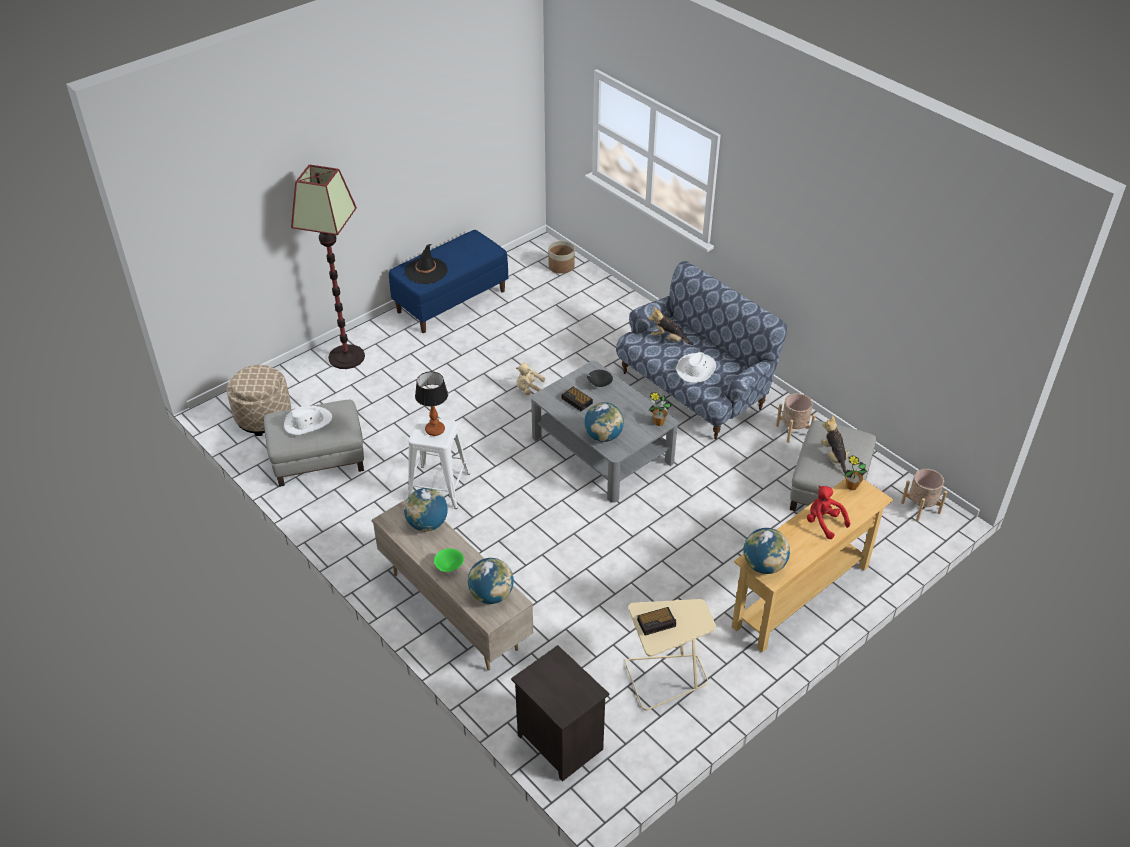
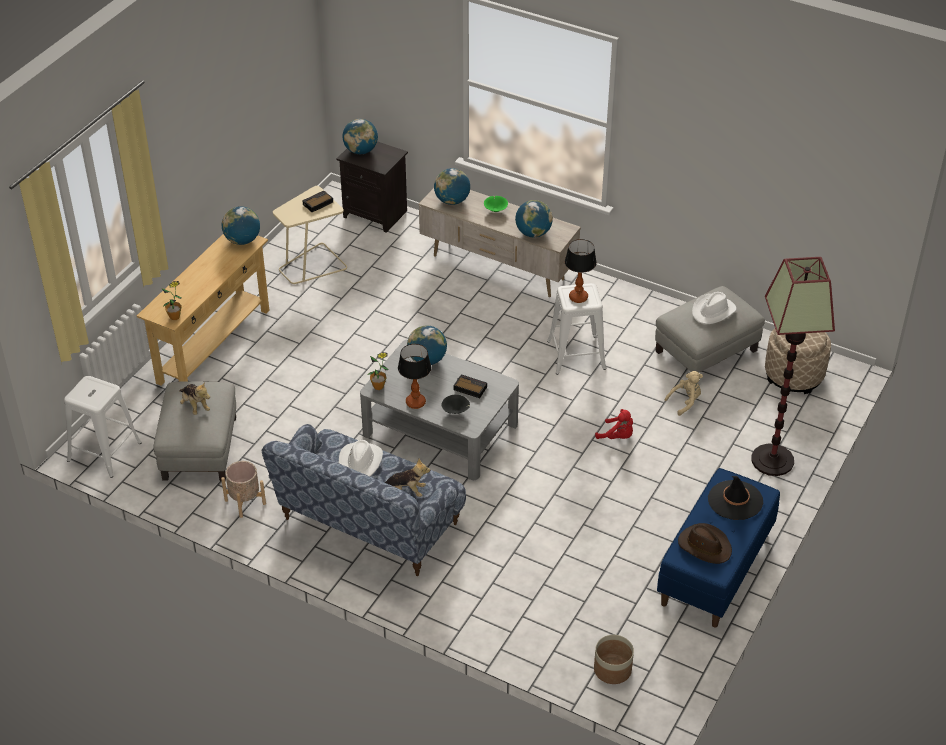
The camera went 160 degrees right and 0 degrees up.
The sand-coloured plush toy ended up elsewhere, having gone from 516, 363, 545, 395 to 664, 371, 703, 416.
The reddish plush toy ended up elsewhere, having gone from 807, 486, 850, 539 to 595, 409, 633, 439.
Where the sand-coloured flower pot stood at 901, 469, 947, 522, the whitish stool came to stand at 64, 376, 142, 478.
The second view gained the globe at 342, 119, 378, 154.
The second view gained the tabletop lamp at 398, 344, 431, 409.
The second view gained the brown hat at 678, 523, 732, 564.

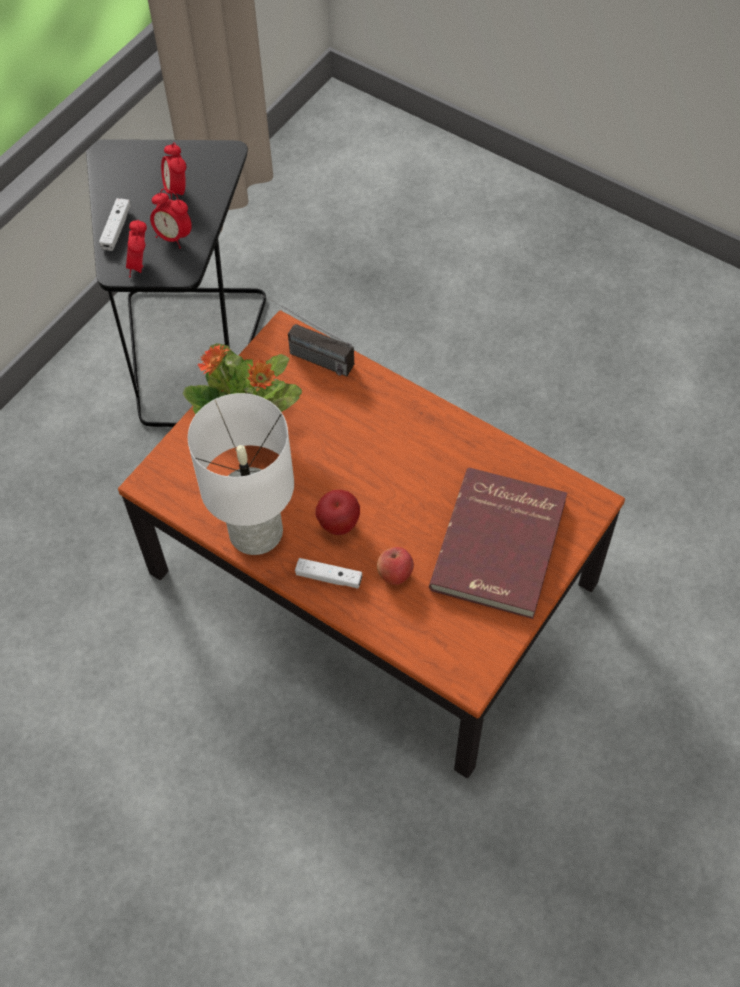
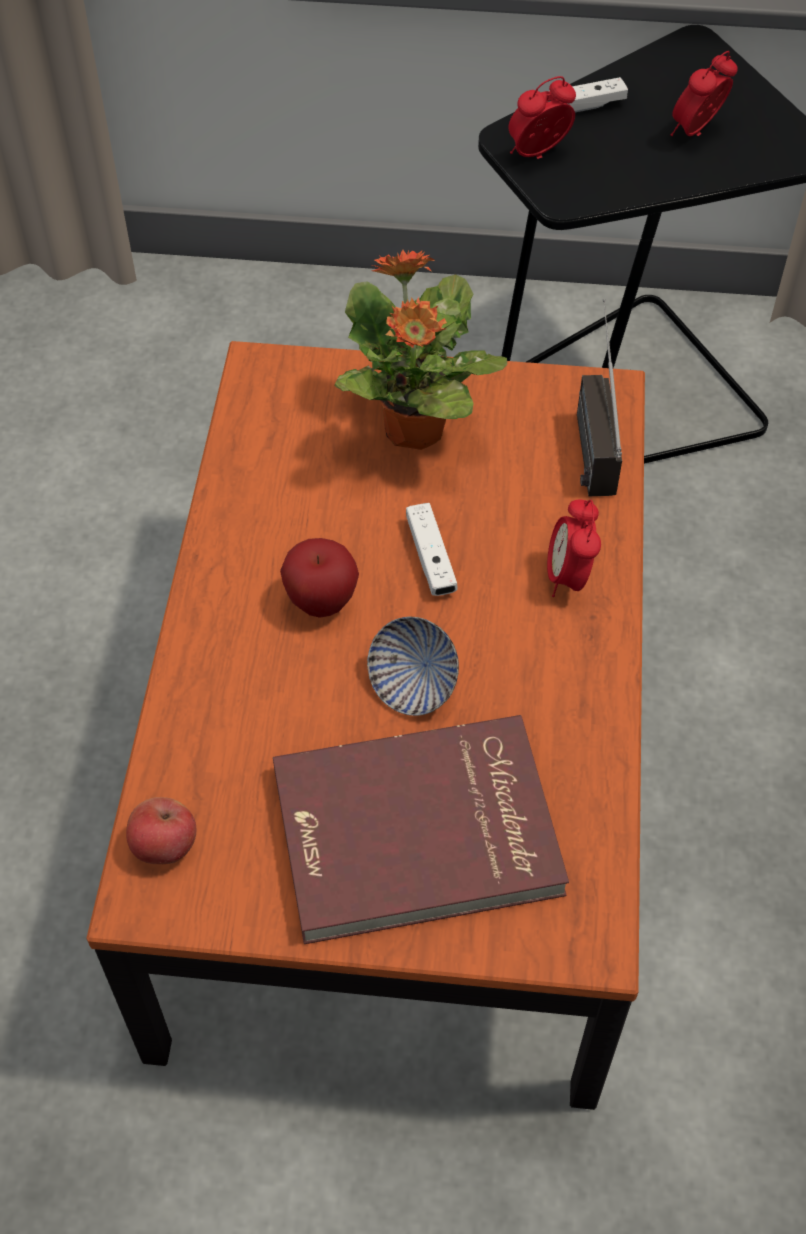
The camera went 60 degrees right and 5 degrees down.
The bedside clock ended up elsewhere, having gone from 150, 189, 192, 248 to 547, 500, 601, 597.
The second view lost the whitish tabletop lamp at 188, 393, 294, 555.
The whitish game controller ended up elsewhere, having gone from 295, 558, 362, 589 to 406, 503, 458, 596.
The apple ended up elsewhere, having gone from 377, 547, 414, 585 to 126, 797, 196, 864.
The second view gained the bowl at 367, 616, 459, 716.

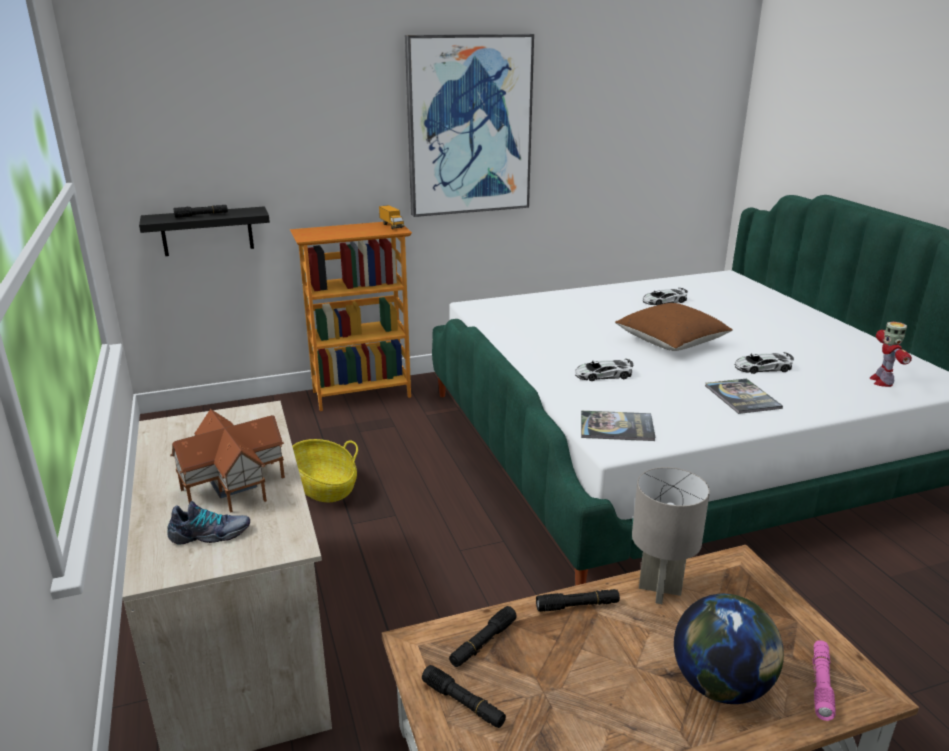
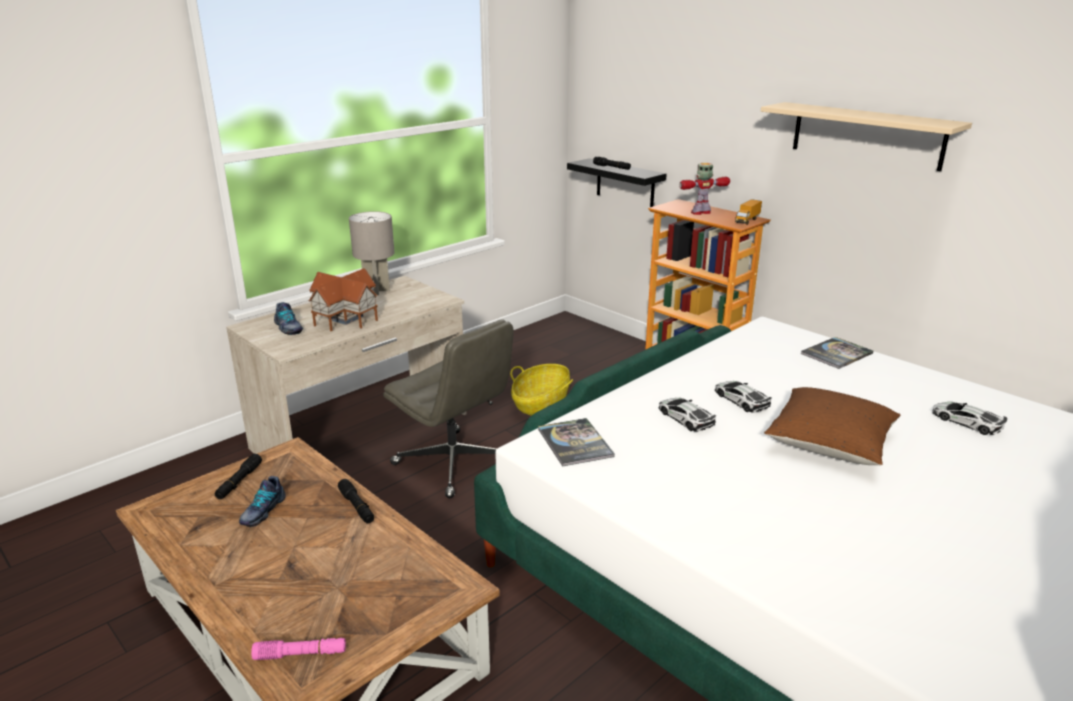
The camera went 65 degrees right and 0 degrees up.
Where the wall picture hung at 405, 34, 534, 217, the sand-coloured shelf came to hang at 761, 102, 972, 171.
The second view lost the blackish hand torch at 449, 606, 517, 667.
The gray tabletop lamp ended up elsewhere, having gone from 632, 467, 710, 604 to 349, 211, 395, 295.
The second view lost the globe at 674, 594, 784, 704.
The volume ended up elsewhere, having gone from 705, 378, 783, 414 to 801, 337, 873, 369.
The toy car ended up elsewhere, having gone from 735, 352, 794, 374 to 715, 381, 772, 413.
The toy robot ended up elsewhere, having gone from 869, 322, 912, 387 to 679, 163, 730, 215.
The second view gained the low shoe at 239, 476, 286, 527.
The second view gained the gray computer chair at 383, 320, 514, 498.

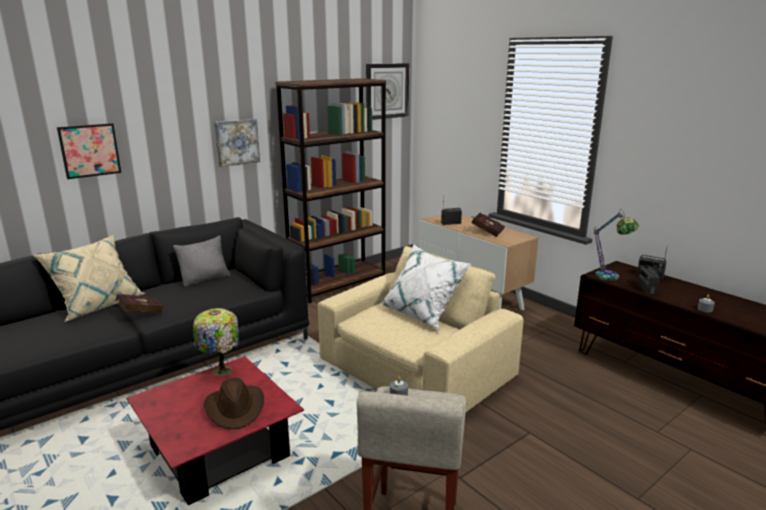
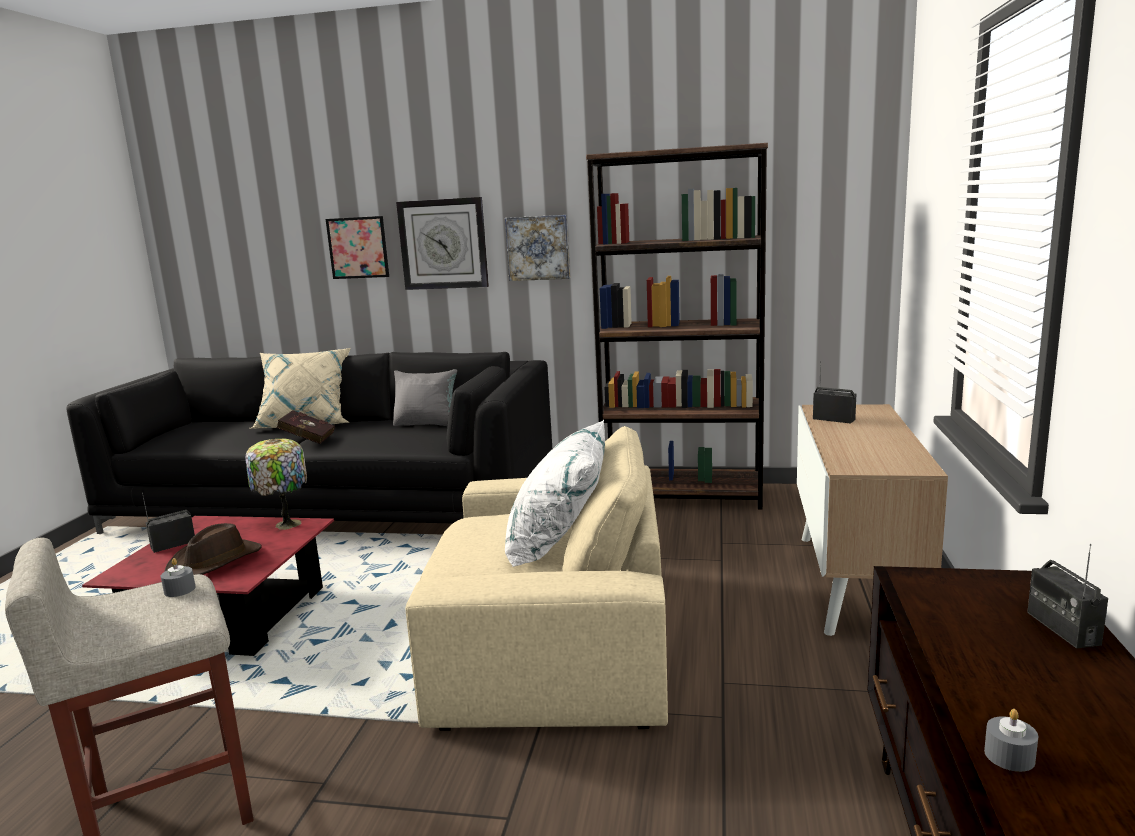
The camera went 50 degrees right and 5 degrees down.
The hanging clock ended up elsewhere, having gone from 366, 63, 409, 120 to 396, 197, 489, 290.
The second view lost the reddish volume at 471, 213, 505, 237.
The second view lost the tabletop lamp at 594, 209, 639, 281.
The radio receiver ended up elsewhere, having gone from 638, 257, 660, 294 to 142, 493, 195, 553.

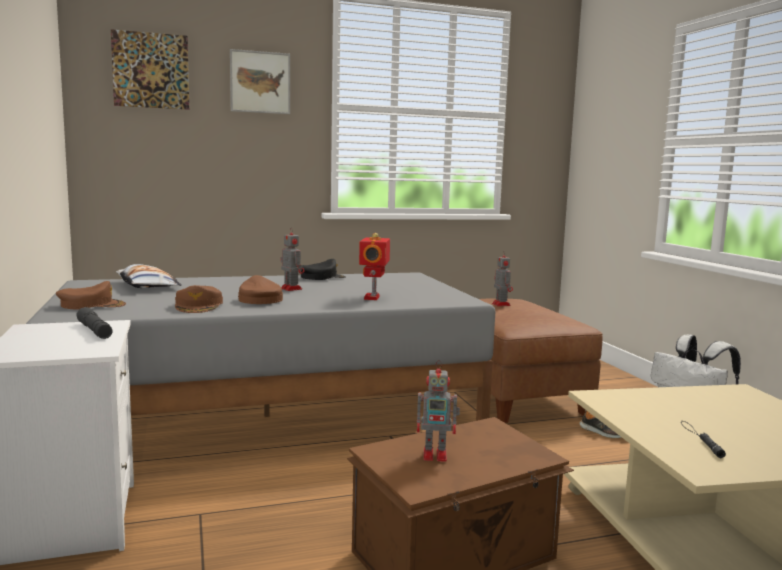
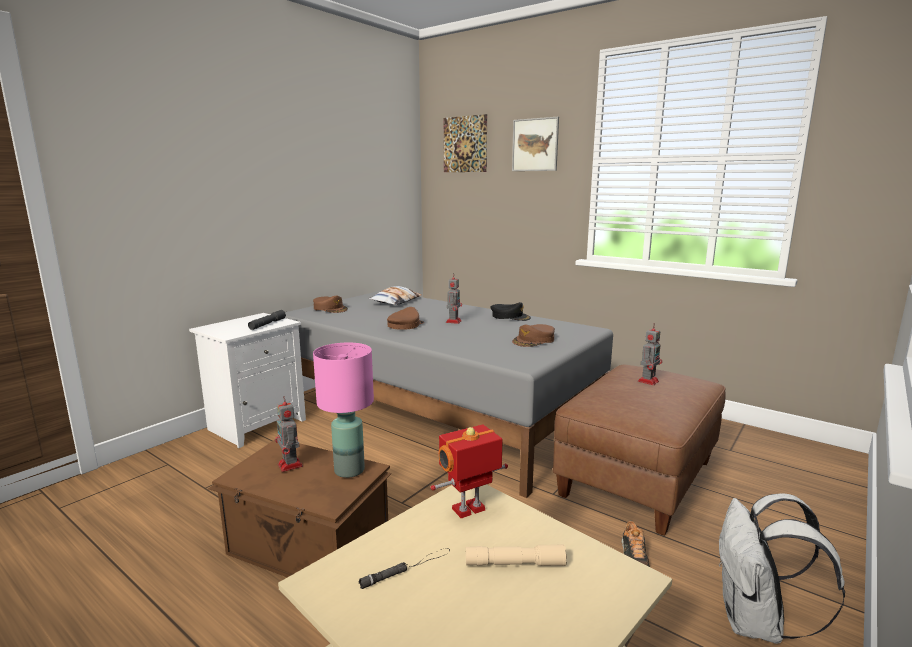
The camera went 55 degrees right and 5 degrees up.
The brown peaked cap ended up elsewhere, having gone from 175, 285, 223, 313 to 512, 324, 555, 347.
The toy robot ended up elsewhere, having gone from 359, 233, 390, 300 to 431, 424, 508, 518.
The second view gained the pink tabletop lamp at 313, 342, 374, 478.
The second view gained the sand-coloured hand torch at 466, 544, 567, 566.

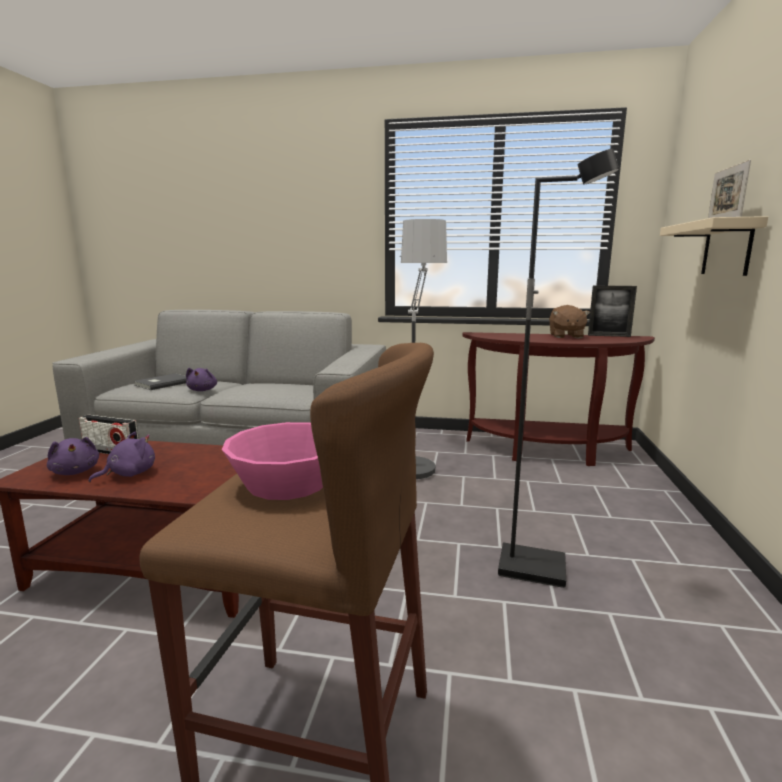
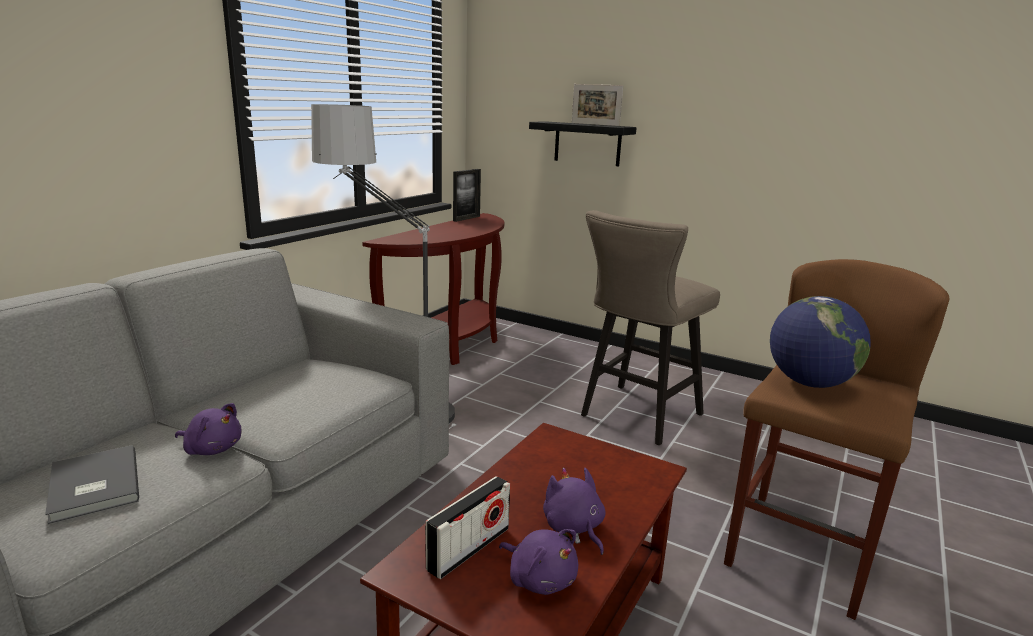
The camera went 70 degrees left and 5 degrees up.
The purplish plush toy at 47, 437, 99, 475 ended up facing another way, 60 degrees clockwise from before.
Where the pink bowl stood at 222, 422, 323, 500, the globe came to stand at 770, 296, 871, 388.
Where the blackish standard lamp stood at 498, 149, 619, 588, the sand-coloured stool came to stand at 581, 210, 720, 445.
The second view lost the brown plush toy at 549, 305, 590, 338.
What was the sand-coloured shelf at 660, 216, 768, 276 turned into the blackish shelf at 529, 121, 637, 167.

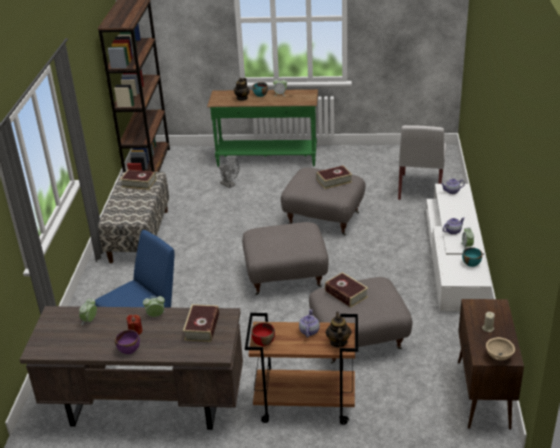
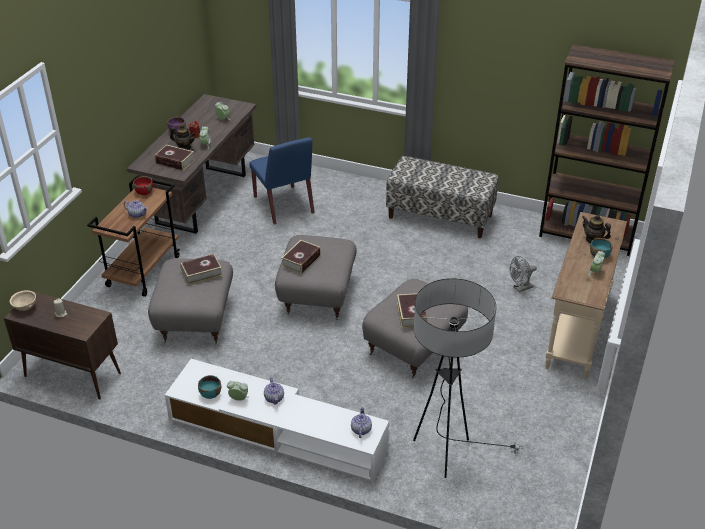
The camera went 105 degrees right and 5 degrees up.
The volume ended up elsewhere, having gone from 120, 170, 156, 190 to 282, 240, 321, 274.
What was the green-coloured narrow table at 207, 89, 318, 167 turned into the sand-coloured narrow table at 546, 212, 627, 379.
The tea pot ended up elsewhere, having gone from 326, 312, 352, 348 to 170, 125, 196, 150.
Where the whitish plain chair stood at 398, 125, 446, 200, the standard lamp came to stand at 413, 278, 523, 478.

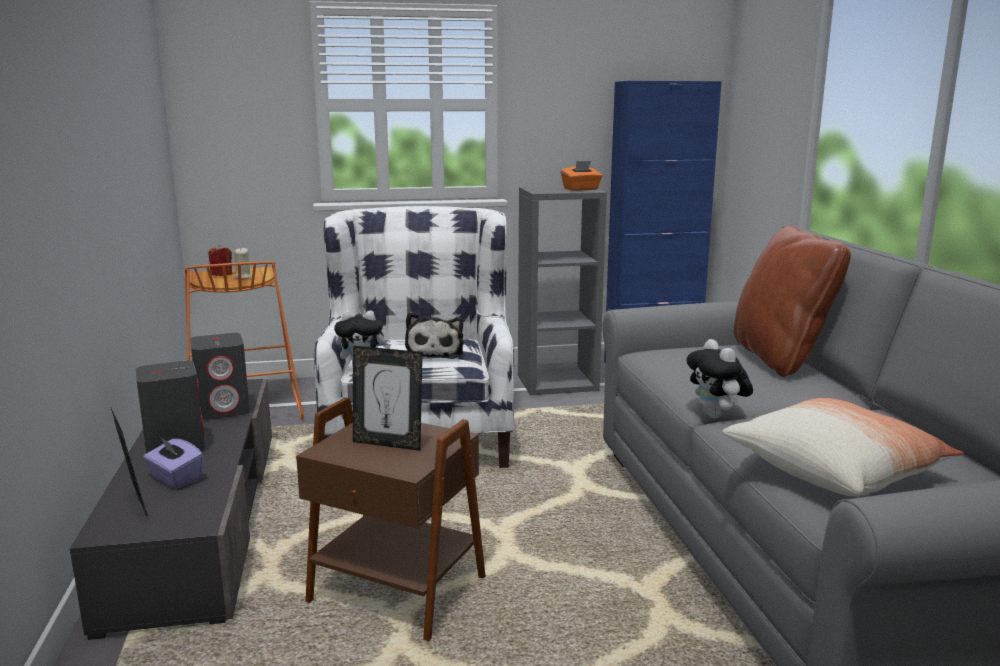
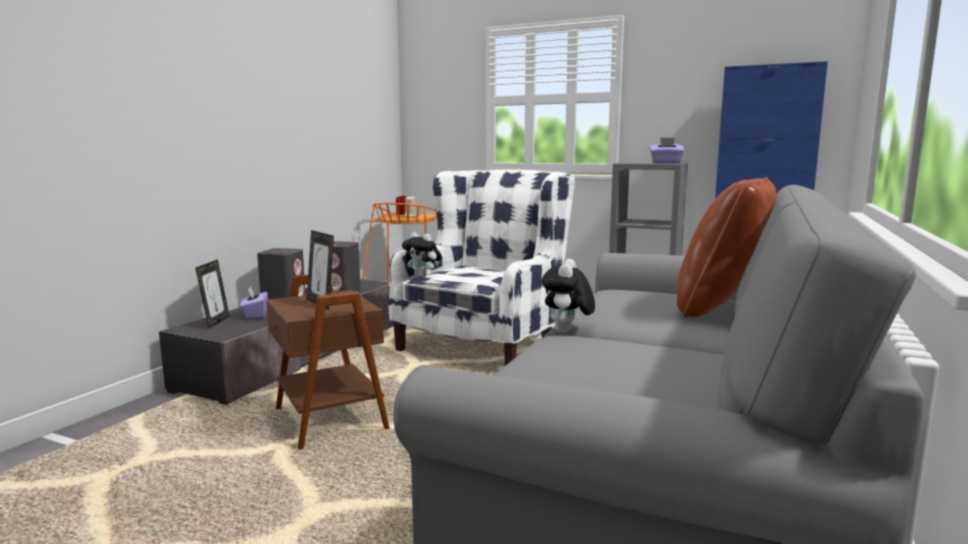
The camera went 35 degrees right and 5 degrees down.
The second view lost the plush toy at 405, 312, 464, 359.
What was the orange box of tissues at 561, 161, 602, 191 turned into the purplish box of tissues at 650, 137, 684, 163.
The second view lost the throw pillow at 722, 398, 964, 497.

